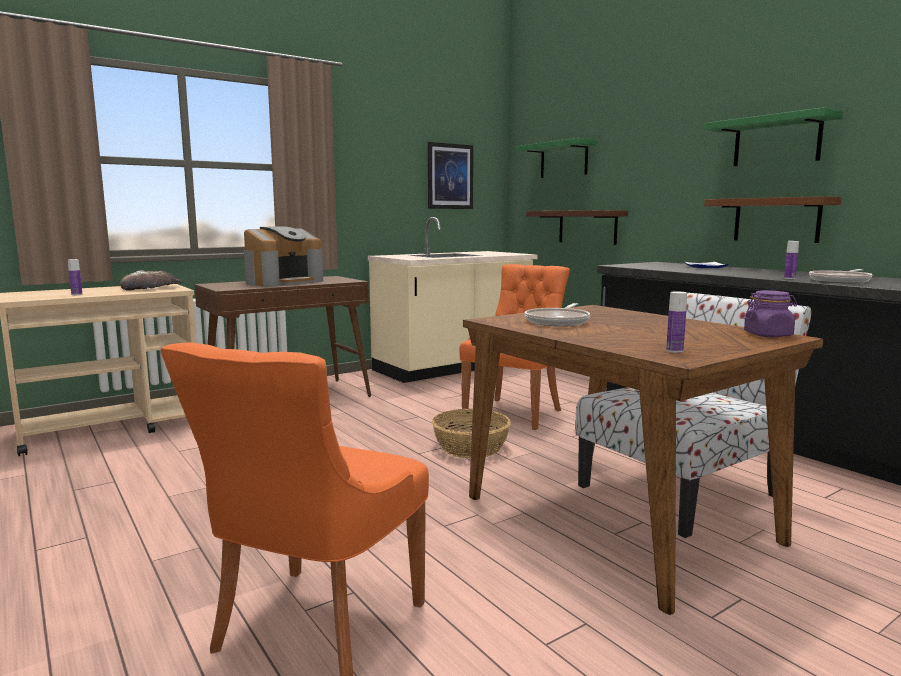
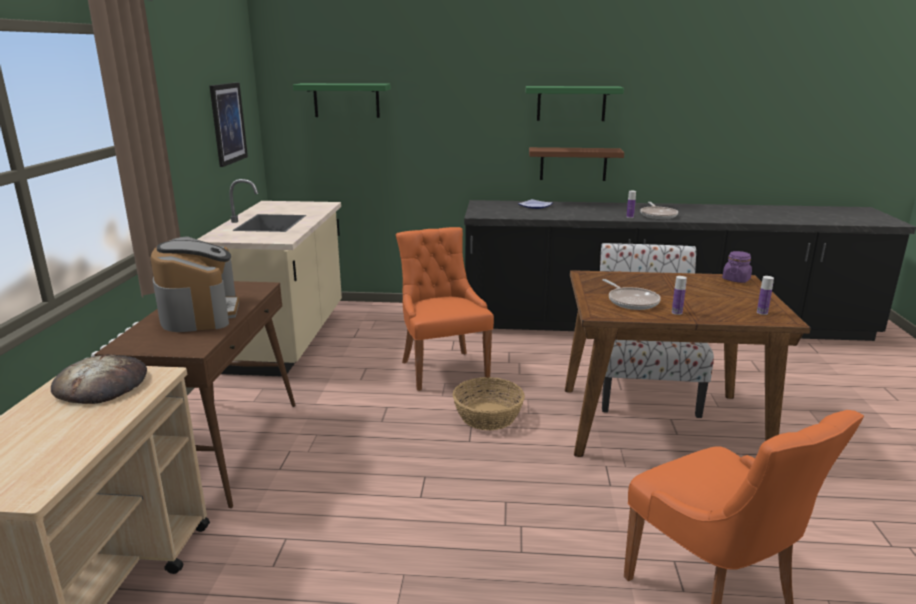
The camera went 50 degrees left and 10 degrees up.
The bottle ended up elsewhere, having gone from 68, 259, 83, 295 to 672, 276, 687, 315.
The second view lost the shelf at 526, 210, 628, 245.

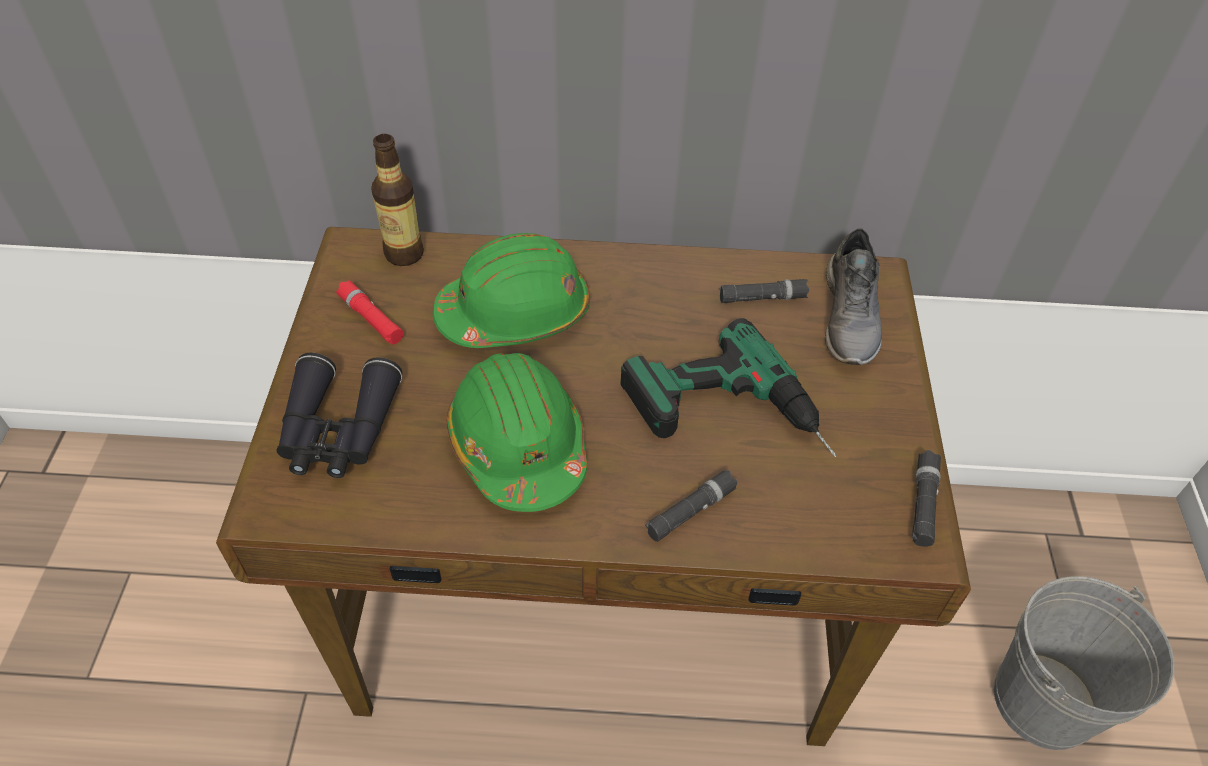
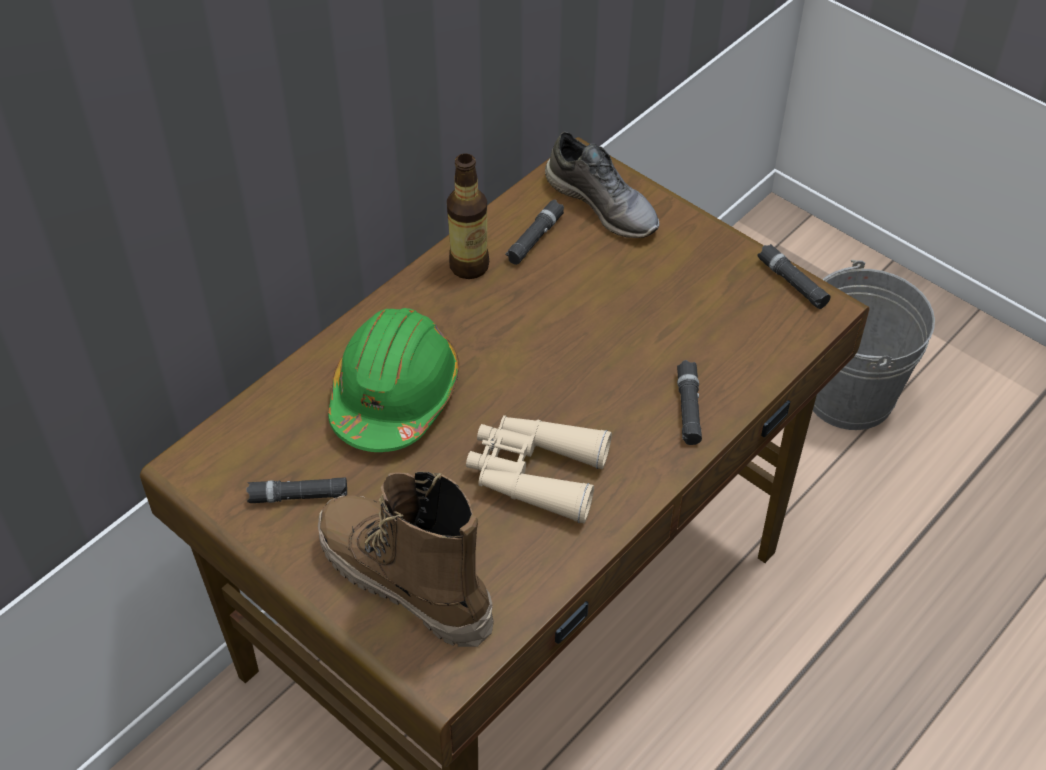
The camera went 50 degrees left and 0 degrees up.
Where the blackish field glasses stood at 276, 353, 402, 478, the tall boot came to stand at 318, 471, 494, 647.
What was the reddish hand torch at 336, 280, 403, 345 turned into the blackish hand torch at 246, 477, 347, 503.
The bottle ended up elsewhere, having gone from 371, 134, 424, 266 to 447, 154, 489, 279.
Where the green-coloured safety helmet stood at 446, 353, 587, 512, the sand-coloured field glasses came to stand at 466, 415, 612, 524.
The second view lost the drill at 620, 318, 837, 457.

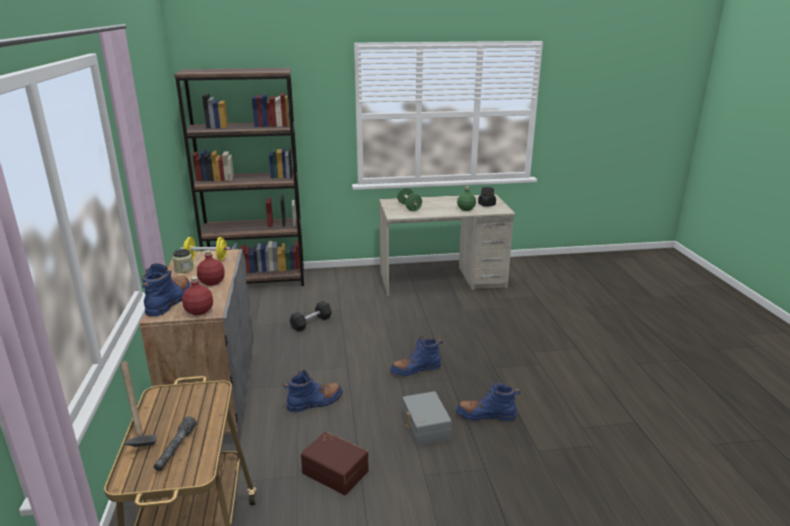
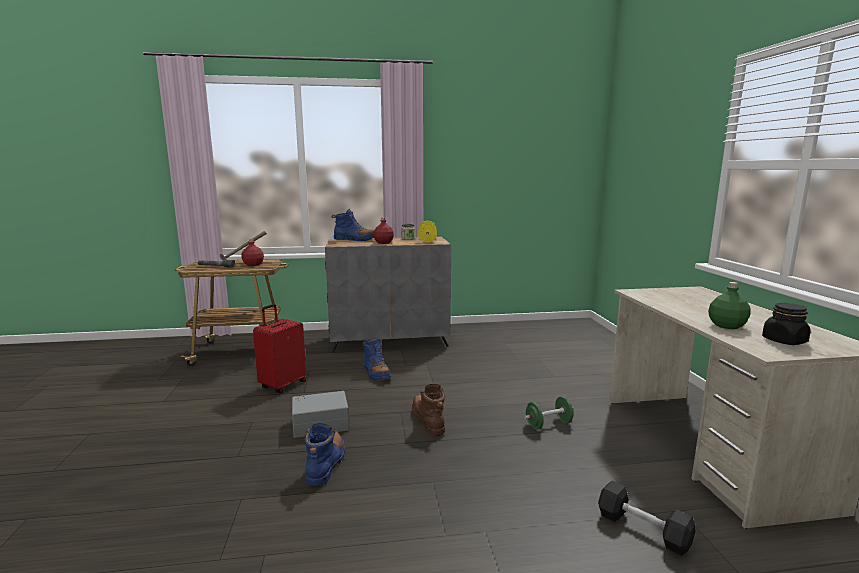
The camera went 90 degrees right and 10 degrees down.
The second view lost the brown shelving unit at 174, 68, 304, 286.
The reddish bottle ended up elsewhere, having gone from 182, 276, 213, 315 to 241, 239, 264, 266.
The blackish hand weight ended up elsewhere, having gone from 290, 301, 332, 332 to 598, 481, 696, 556.
Where the brown storage bin stood at 301, 432, 369, 495, the reddish travel case came to stand at 253, 304, 306, 393.
What was the blue tall boot at 390, 336, 443, 376 turned into the brown tall boot at 412, 384, 445, 436.
The green-coloured hand weight ended up elsewhere, having gone from 397, 188, 422, 211 to 524, 396, 574, 430.

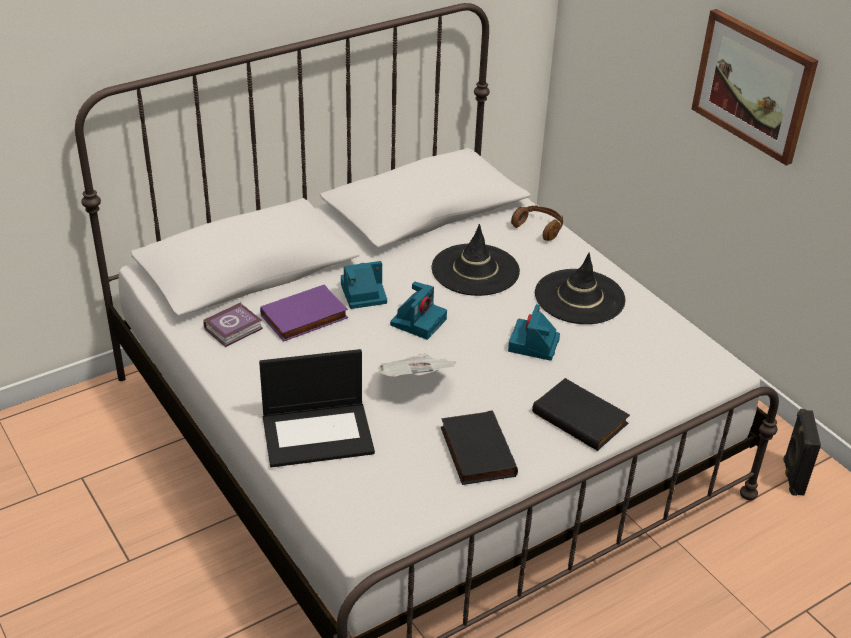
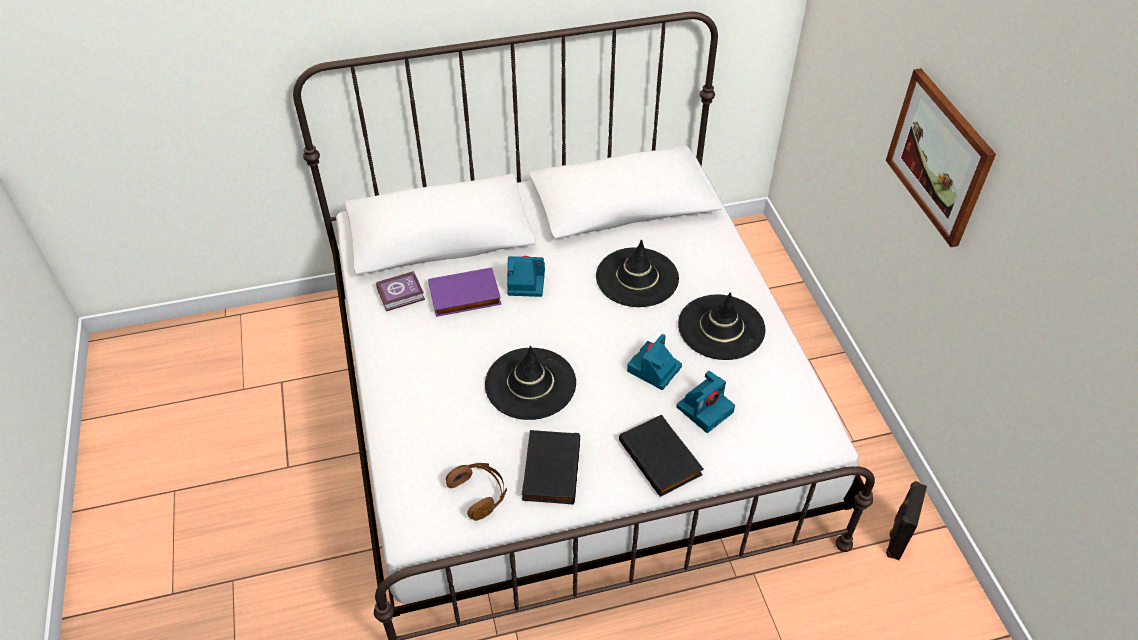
The camera went 20 degrees right and 10 degrees up.
The second view lost the laptop at 259, 349, 375, 467.
Where the newspaper stood at 378, 354, 456, 377, the blackish hat came to stand at 485, 346, 576, 420.
The photo camera ended up elsewhere, having gone from 390, 282, 447, 340 to 676, 371, 735, 433.
The brown pair of headphones ended up elsewhere, having gone from 511, 205, 563, 241 to 446, 463, 507, 521.

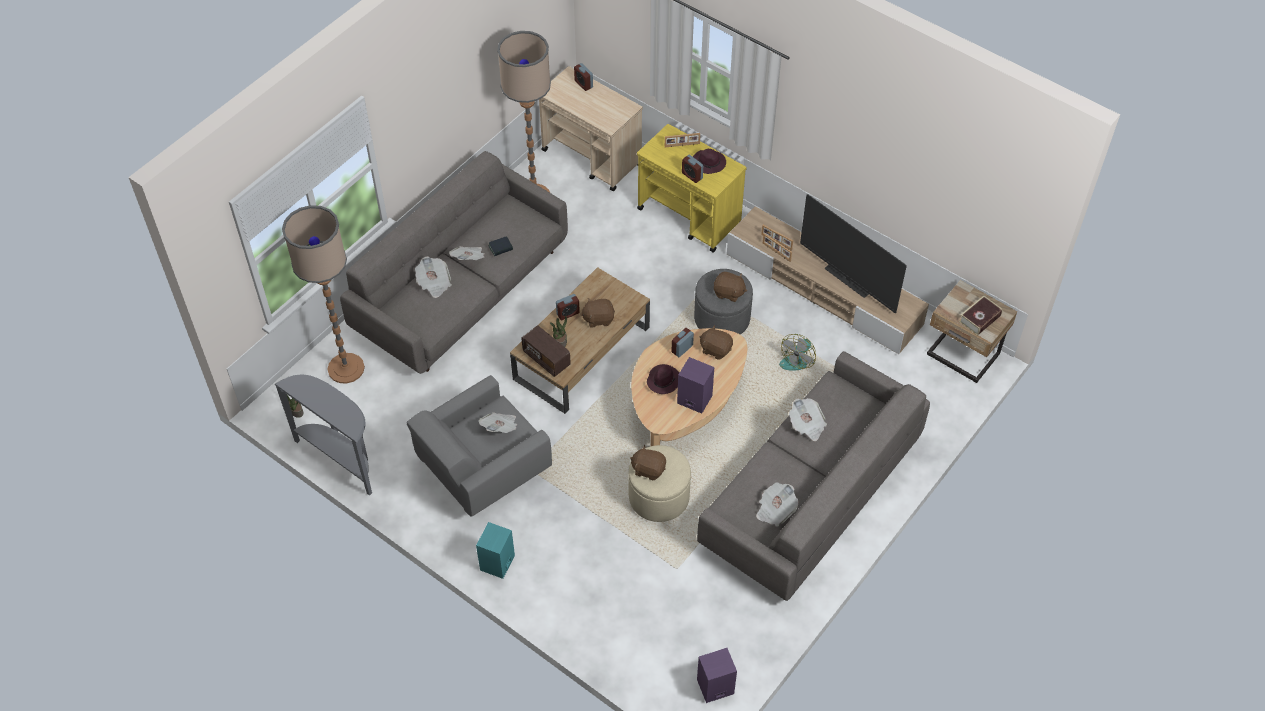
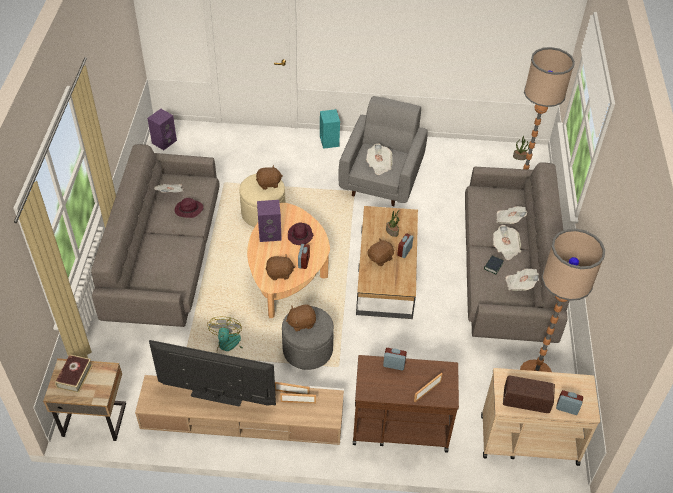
The camera went 145 degrees right and 5 degrees down.
The second view lost the gray narrow table at 274, 375, 372, 496.
The radio receiver ended up elsewhere, having gone from 521, 325, 571, 377 to 503, 376, 555, 413.
What was the yellow-coloured trolley at 637, 124, 747, 253 turned into the brown trolley at 353, 355, 459, 453.
The purplish hat ended up elsewhere, having gone from 693, 149, 726, 174 to 175, 198, 203, 218.
The newspaper ended up elsewhere, having gone from 789, 398, 827, 441 to 506, 268, 539, 291.

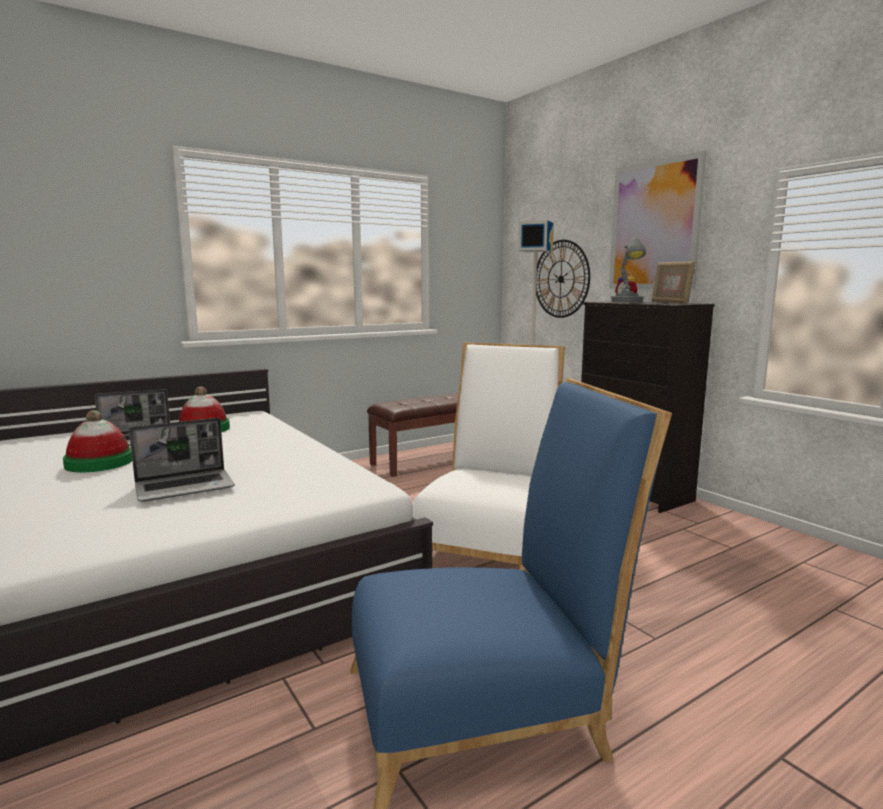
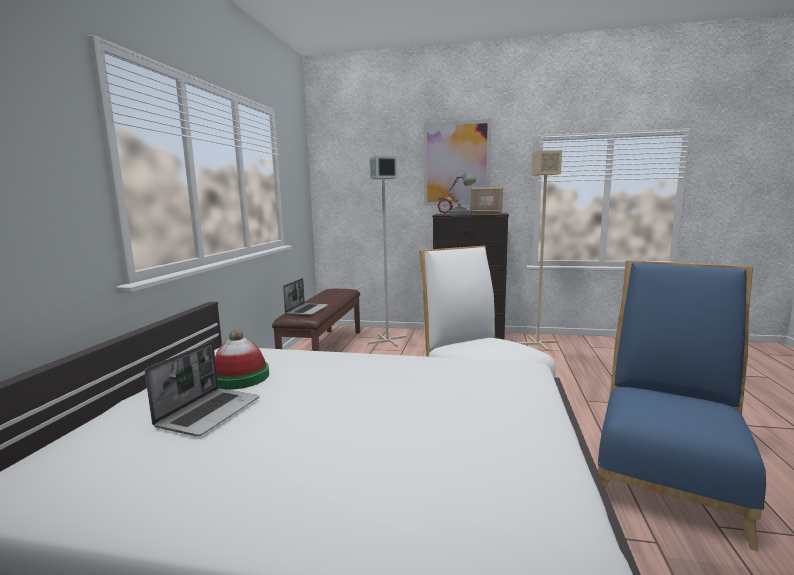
The camera went 45 degrees left and 0 degrees up.
The second view lost the hat at 63, 410, 132, 472.
The laptop ended up elsewhere, having gone from 129, 418, 235, 502 to 283, 278, 329, 316.
The second view lost the hanging clock at 536, 240, 590, 318.
The second view gained the sand-coloured standard lamp at 517, 150, 562, 351.

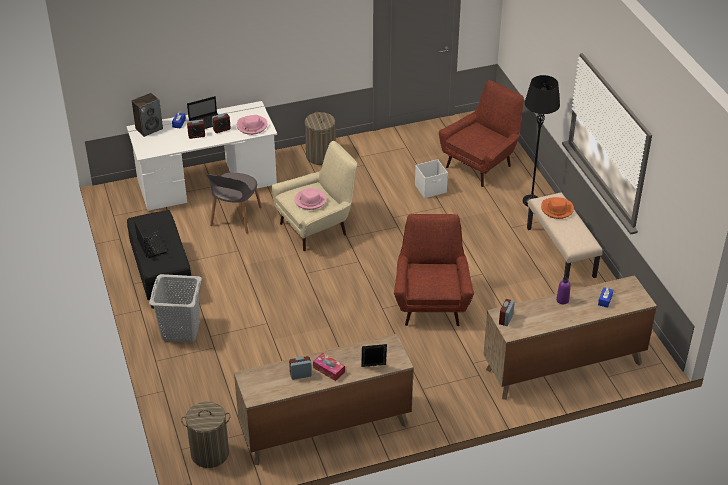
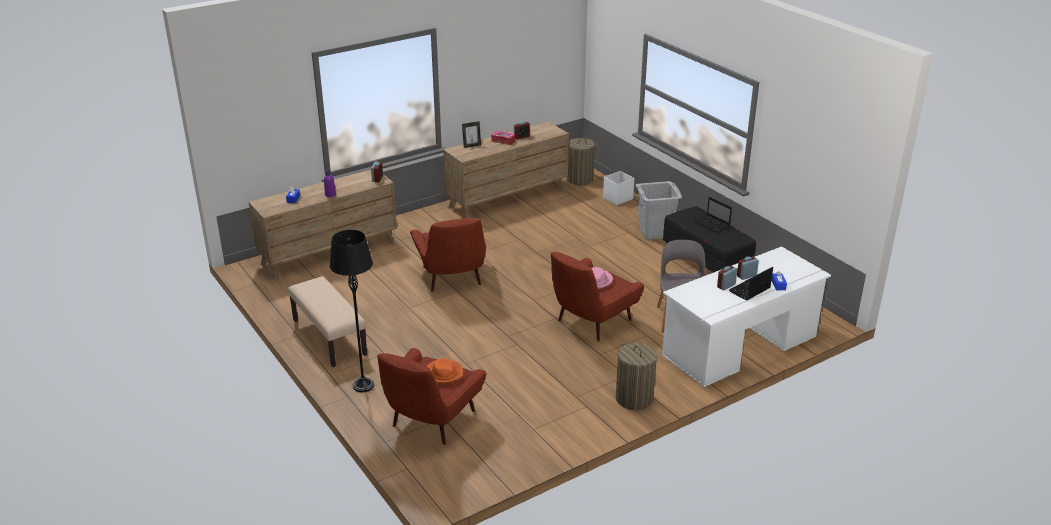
The camera went 165 degrees right and 10 degrees down.
The second view lost the speaker at 132, 93, 163, 137.
The second view lost the pink hat at 237, 115, 267, 135.
What was the sand-coloured armchair at 272, 141, 357, 251 turned into the reddish armchair at 551, 252, 644, 341.
The whitish storage bin ended up elsewhere, having gone from 415, 159, 448, 198 to 603, 171, 634, 205.
The orange hat ended up elsewhere, having gone from 541, 197, 574, 219 to 427, 358, 463, 384.

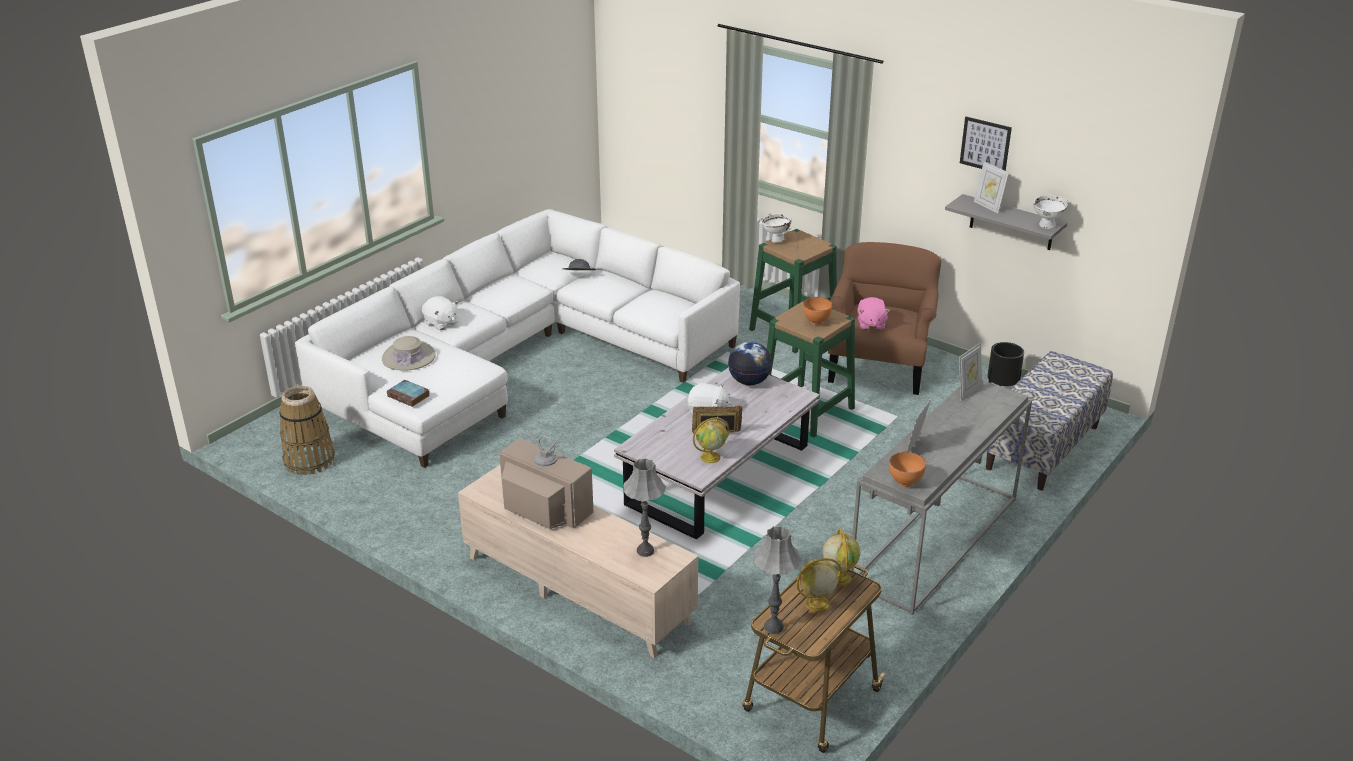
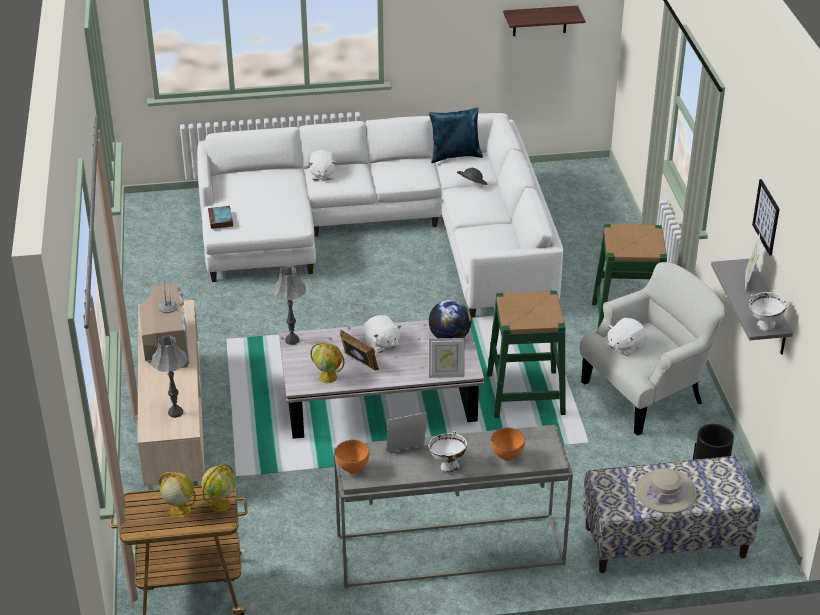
The camera went 45 degrees right and 5 degrees up.
The second view lost the storage basket at 280, 386, 335, 475.
The sand-coloured hat ended up elsewhere, having gone from 382, 336, 436, 371 to 635, 468, 697, 514.
The gray tabletop lamp ended up elsewhere, having gone from 754, 526, 802, 634 to 272, 266, 306, 345.
The whitish bowl ended up elsewhere, having gone from 762, 213, 791, 243 to 429, 431, 467, 472.
The orange bowl ended up elsewhere, having gone from 803, 297, 833, 325 to 491, 428, 525, 461.
What was the brown armchair at 828, 242, 941, 395 turned into the whitish armchair at 580, 262, 725, 436.
What was the pink plush toy at 857, 297, 890, 330 turned into the whitish plush toy at 607, 318, 646, 356.
The photo frame ended up elsewhere, having gone from 959, 343, 982, 401 to 429, 338, 465, 378.
The second view gained the blue throw pillow at 429, 107, 483, 163.
The second view gained the shelf at 503, 6, 585, 36.

